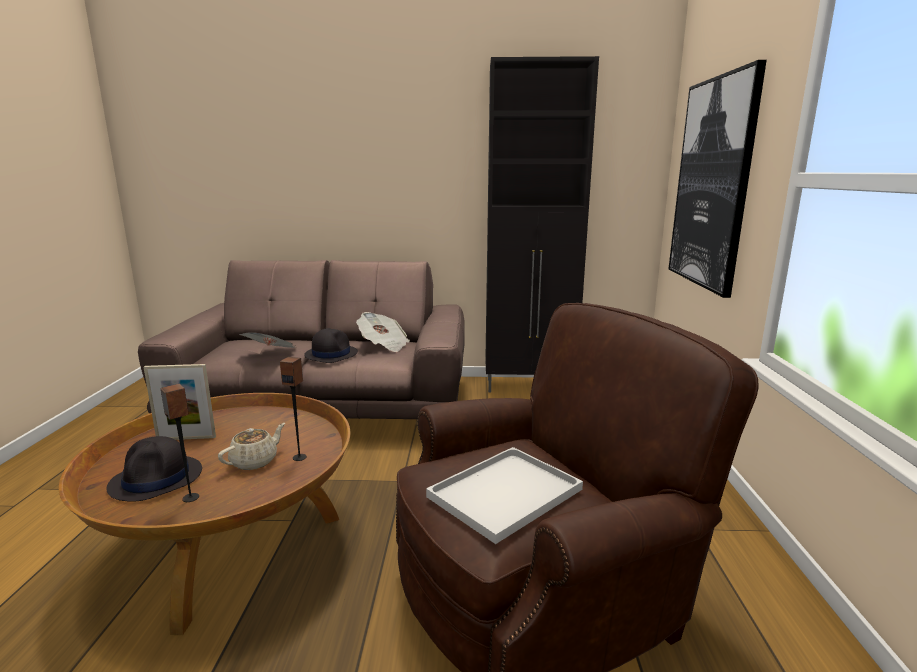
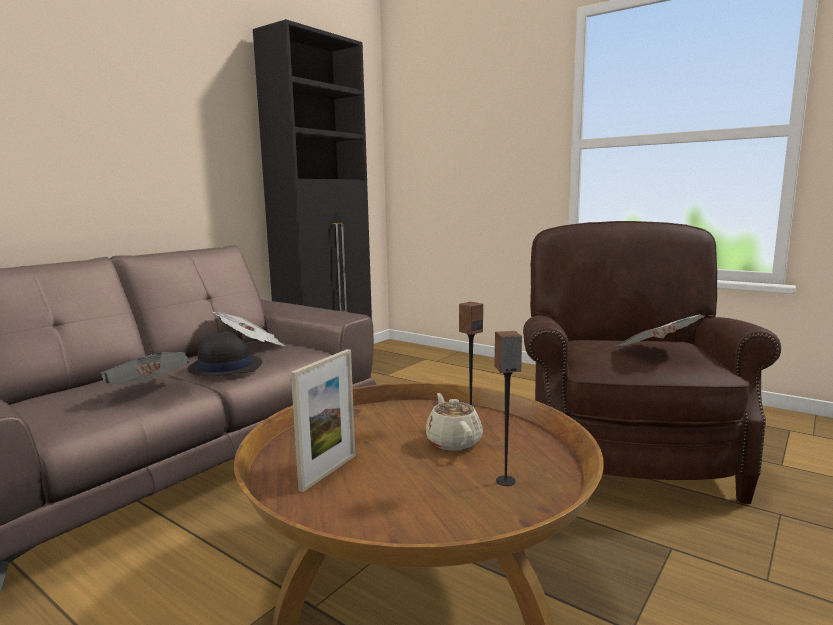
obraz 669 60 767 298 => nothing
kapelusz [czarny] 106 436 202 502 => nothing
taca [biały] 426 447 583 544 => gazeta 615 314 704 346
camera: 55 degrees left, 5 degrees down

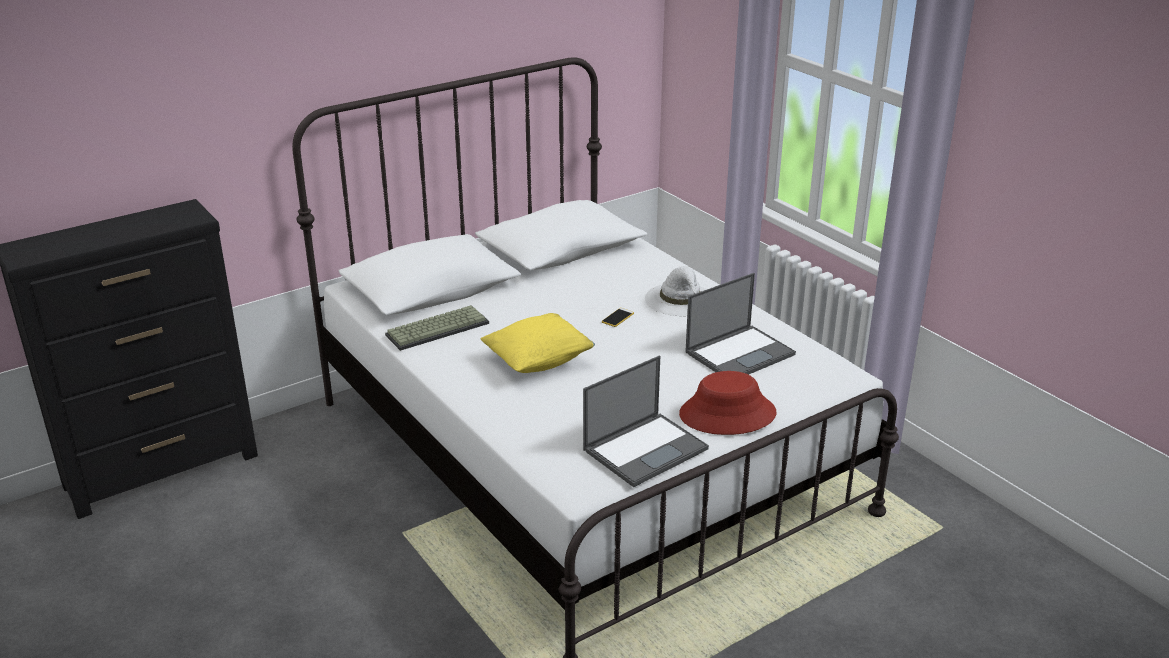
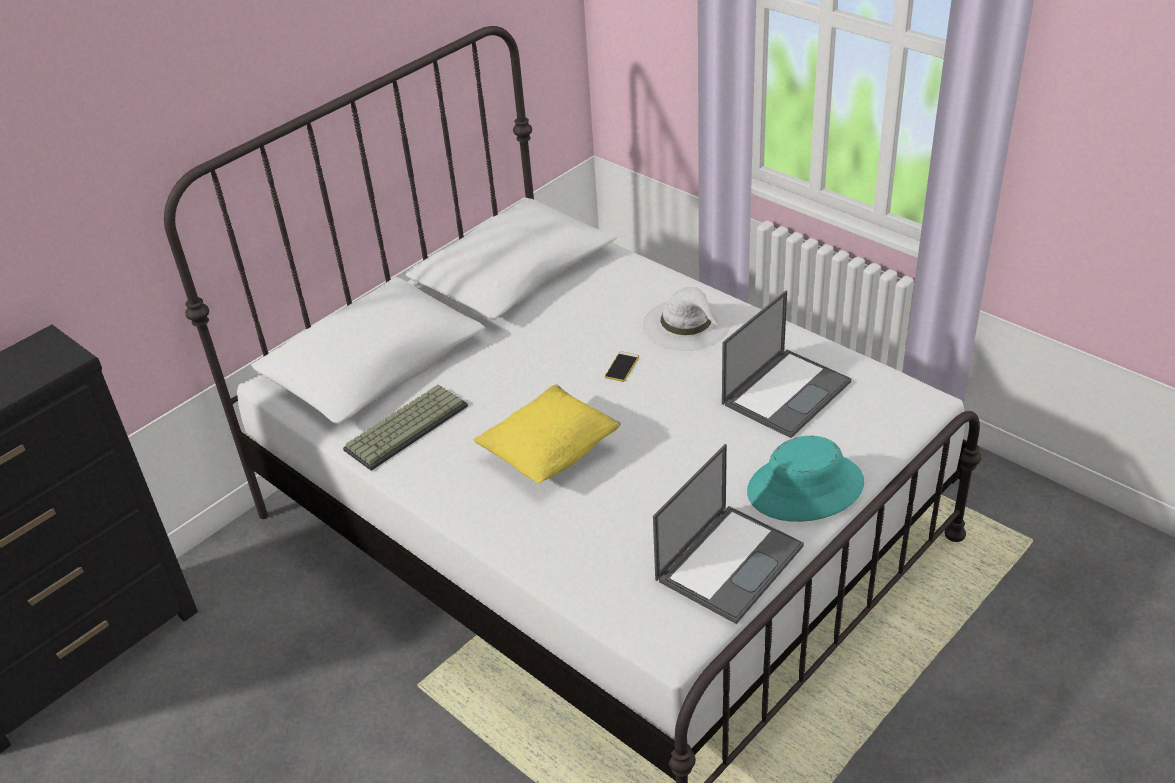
kapelusz [czerwony] 679 371 777 435 => kapelusz [turkusowy] 747 436 864 522
camera: 10 degrees left, 10 degrees up

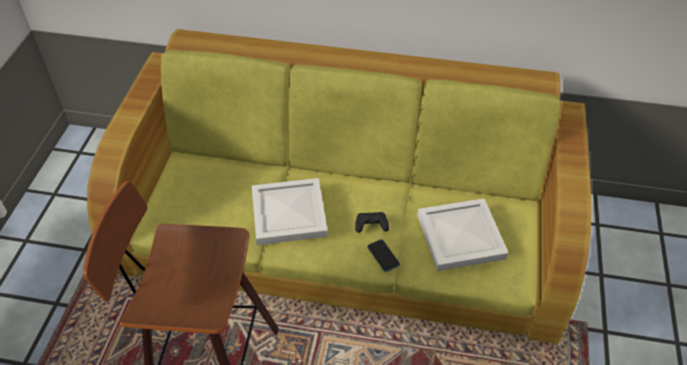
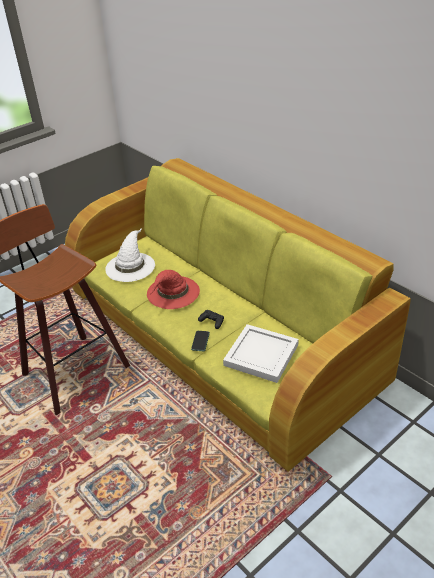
taca [biały] 252 178 328 245 => kapelusz [czerwony] 147 270 200 309
nothing => kapelusz [biały] 105 228 155 282
camera: 40 degrees right, 10 degrees down

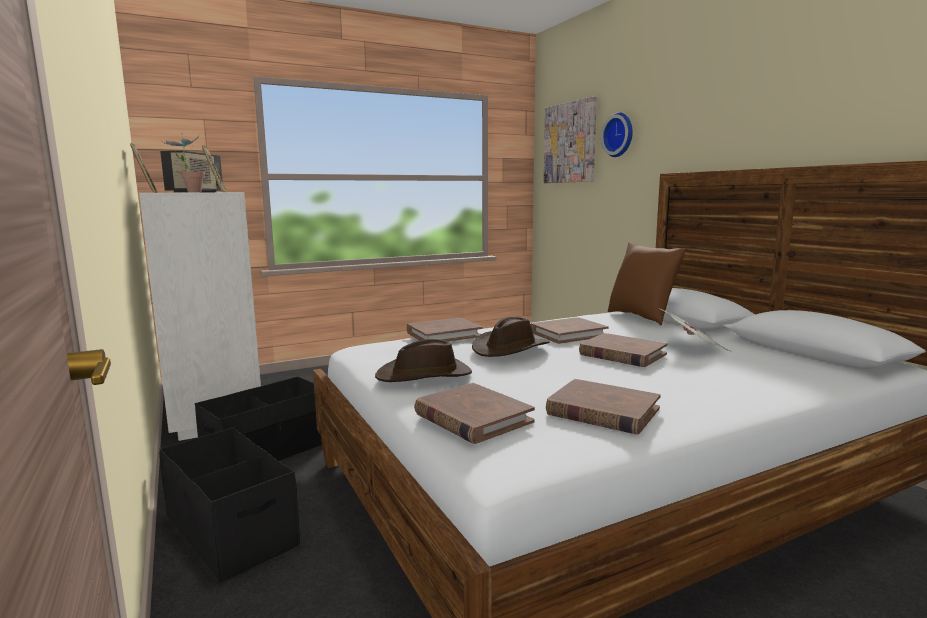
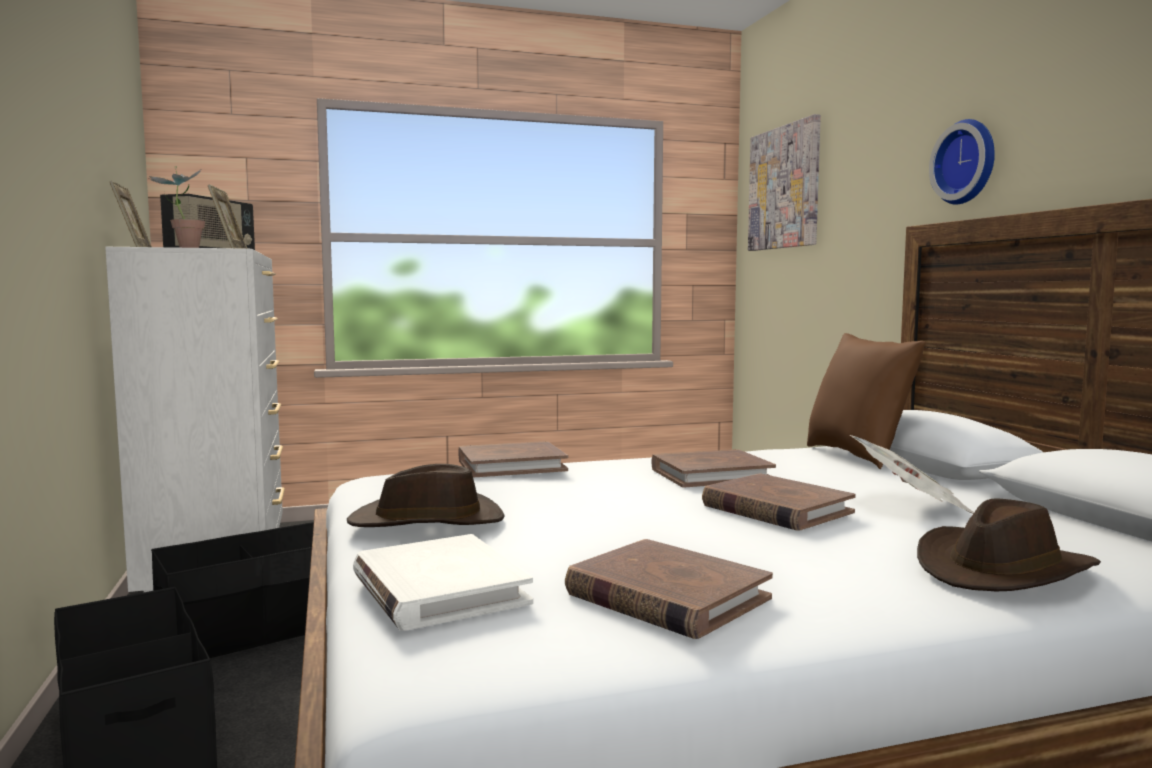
zegar ścienny 601 112 633 157 => zegar ścienny 929 119 995 205, relocated
kapelusz [brązowy] 472 317 550 357 => kapelusz [brązowy] 917 498 1101 591, relocated
książka [brązowy] 414 383 535 444 => książka [biały] 353 534 533 631
camera: 10 degrees right, 5 degrees down

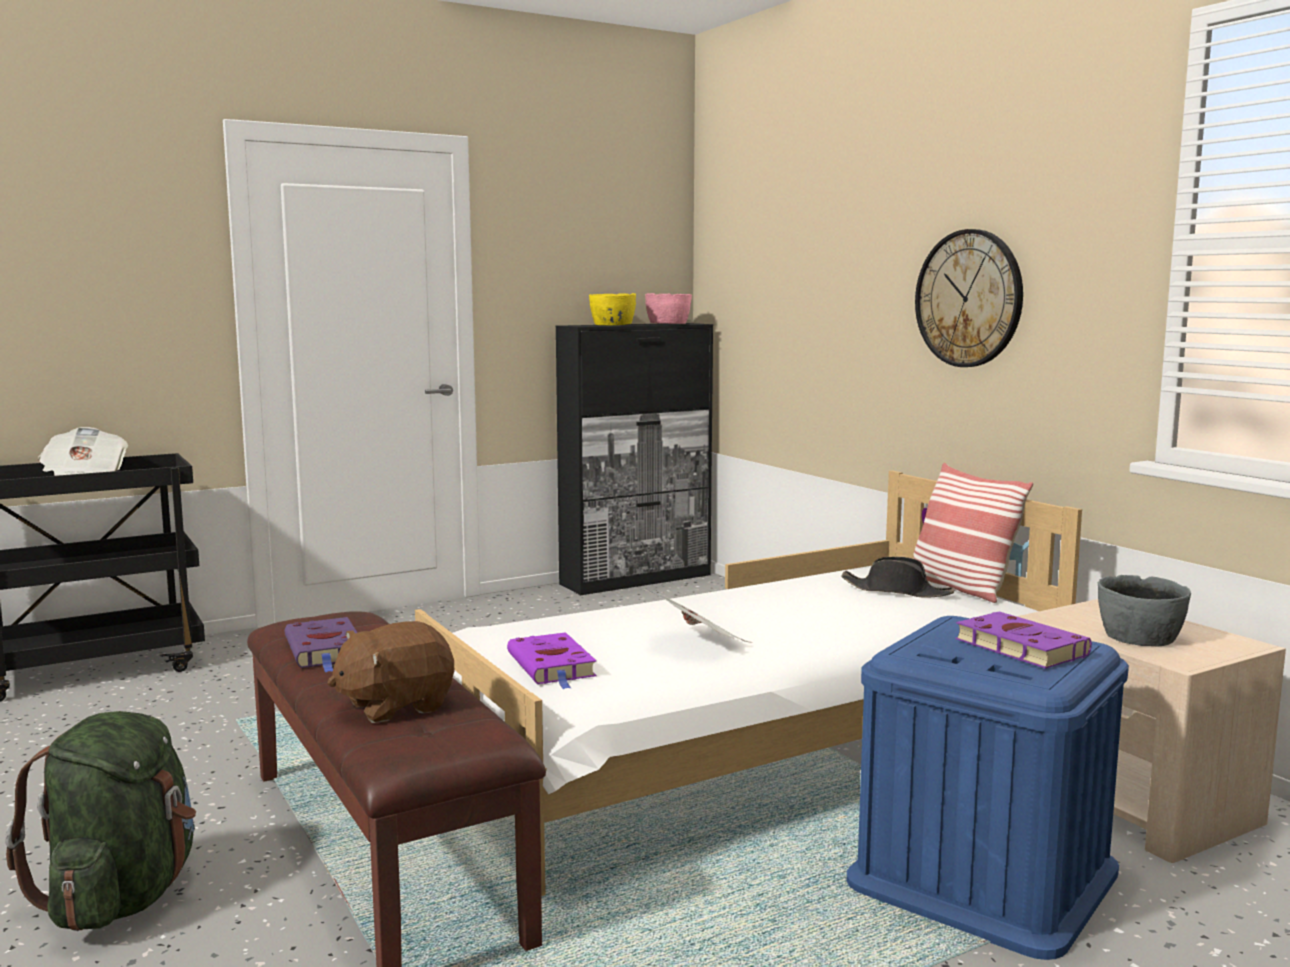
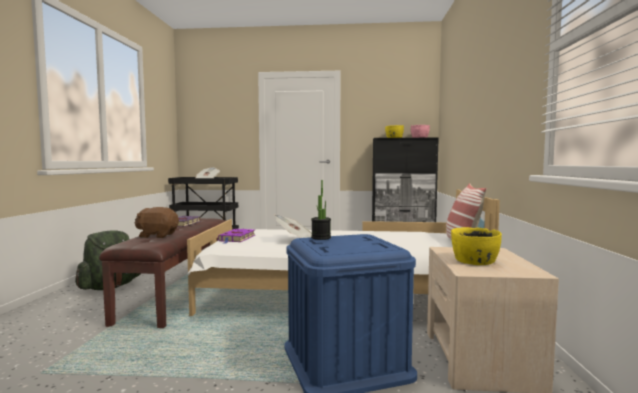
zegar ścienny 915 229 1023 367 => nothing
kapelusz [czarny] 841 557 954 598 => nothing
miska [szary] 1098 575 1191 646 => miska [żółty] 451 227 502 265
książka [fioletowy] 955 612 1092 669 => nothing
nothing => roślina doniczkowa 311 180 331 240
camera: 35 degrees right, 5 degrees down

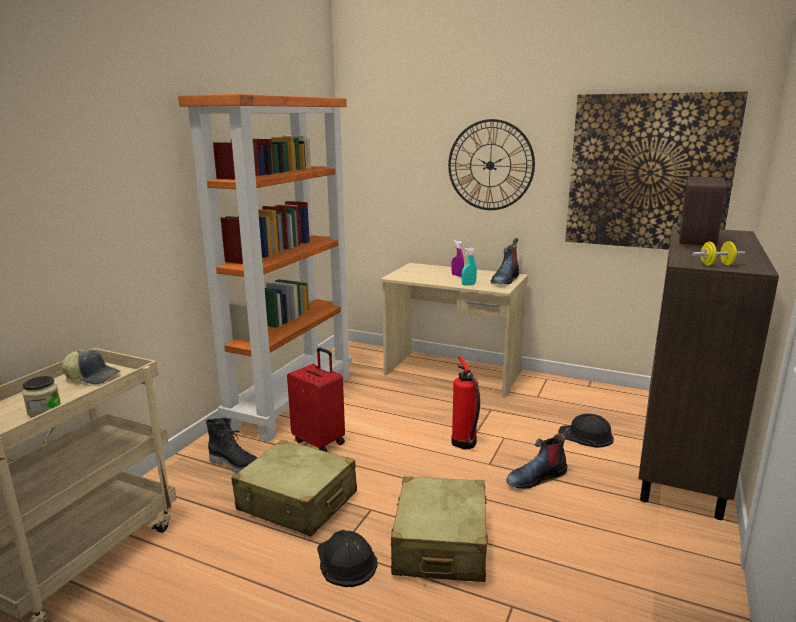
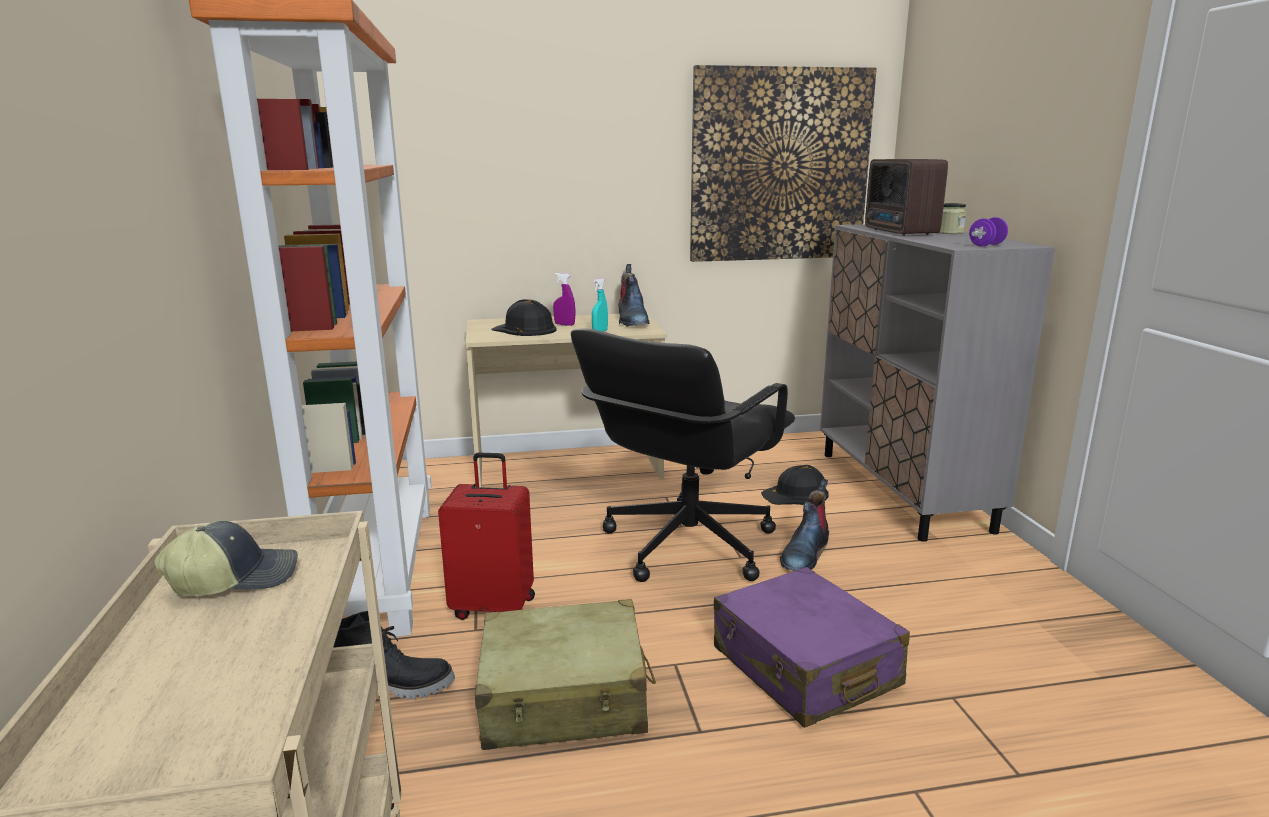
zegar ścienny 448 119 535 210 => nothing
szafka [brązowy] 638 226 779 520 => szafka [szary] 820 224 1055 542
hantel [żółty] 693 241 745 266 => hantel [fioletowy] 969 217 1008 246
gaśnica 451 356 480 450 => krzesło biurowe [czarny] 571 328 795 582
słoik 22 376 61 417 => słoik 939 203 966 234, relocated
walizka [beżowy] 391 477 488 582 => walizka [fioletowy] 714 567 910 728
kask [czarny] 317 530 377 587 => kask [czarny] 491 299 557 336, relocated
camera: 35 degrees left, 0 degrees up

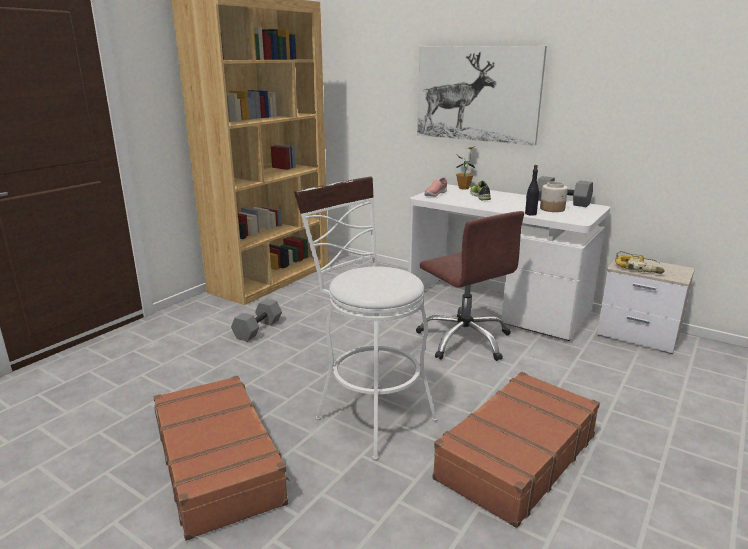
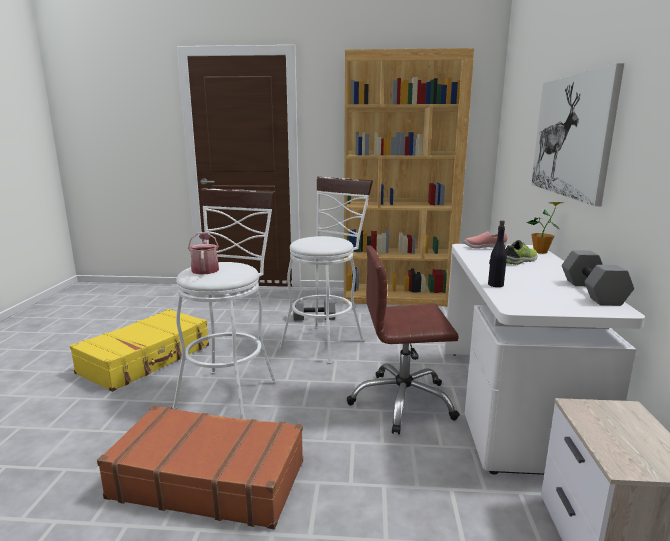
słoik 540 181 568 212 => nothing
krzesło biurowe [brązowy] 416 211 524 361 => krzesło biurowe [brązowy] 347 245 460 435, 60 degrees clockwise
wiertarka 615 251 665 274 => nothing
walizka [brązowy] 153 375 290 541 => walizka [żółty] 70 309 209 392
nothing => stołek [biały] 280 177 373 364
nothing => konewka 188 232 219 275
camera: 60 degrees right, 5 degrees down

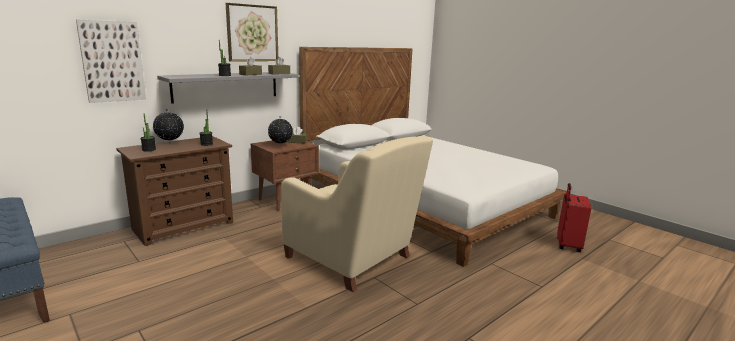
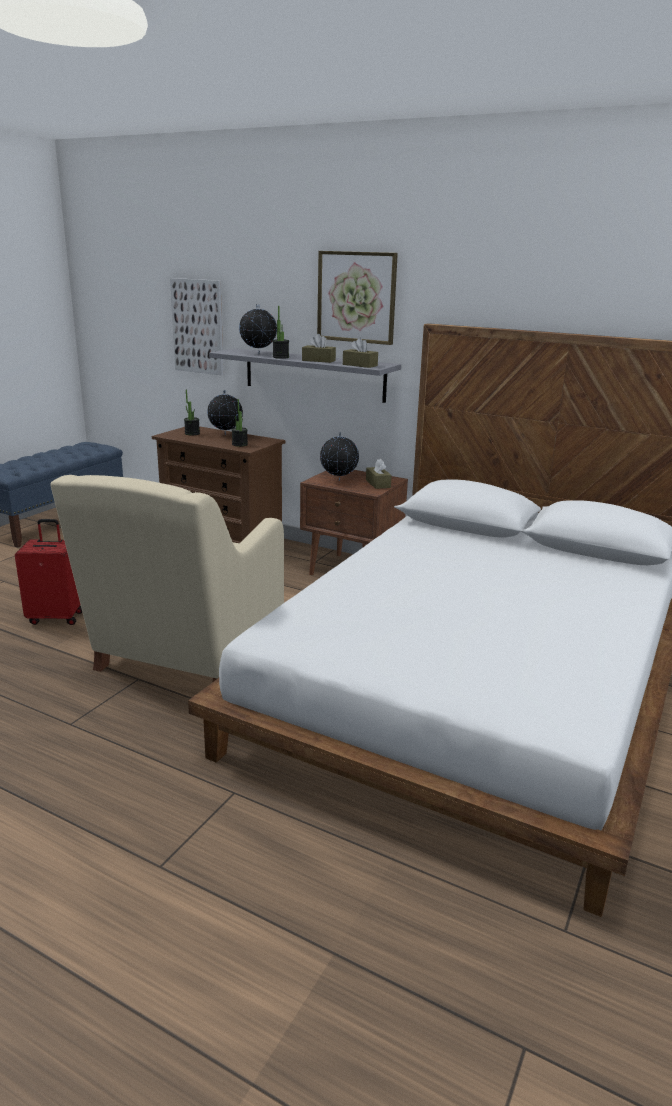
walizka [czerwony] 557 183 592 252 => walizka [czerwony] 15 519 82 625, relocated
nothing => globus 239 304 277 354
camera: 70 degrees right, 5 degrees up

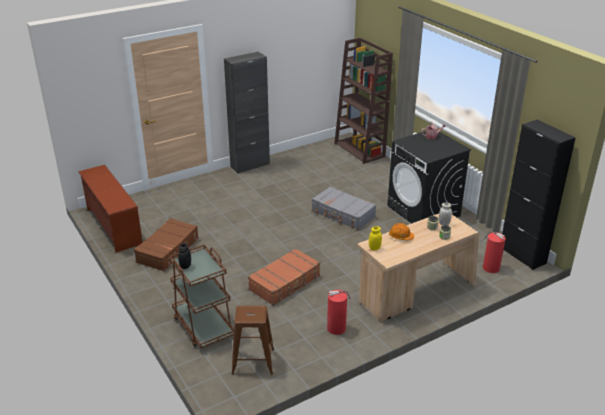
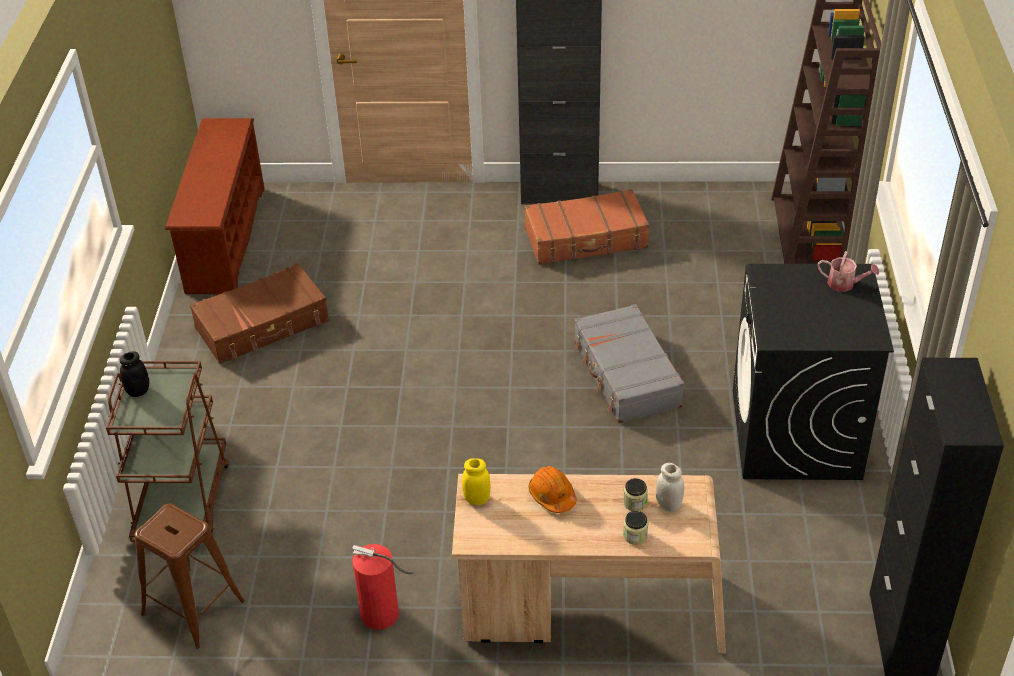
gaśnica 479 231 506 273 => nothing
walizka [brązowy] 248 248 320 306 => walizka [brązowy] 524 189 649 265, relocated
camera: 35 degrees right, 10 degrees up

